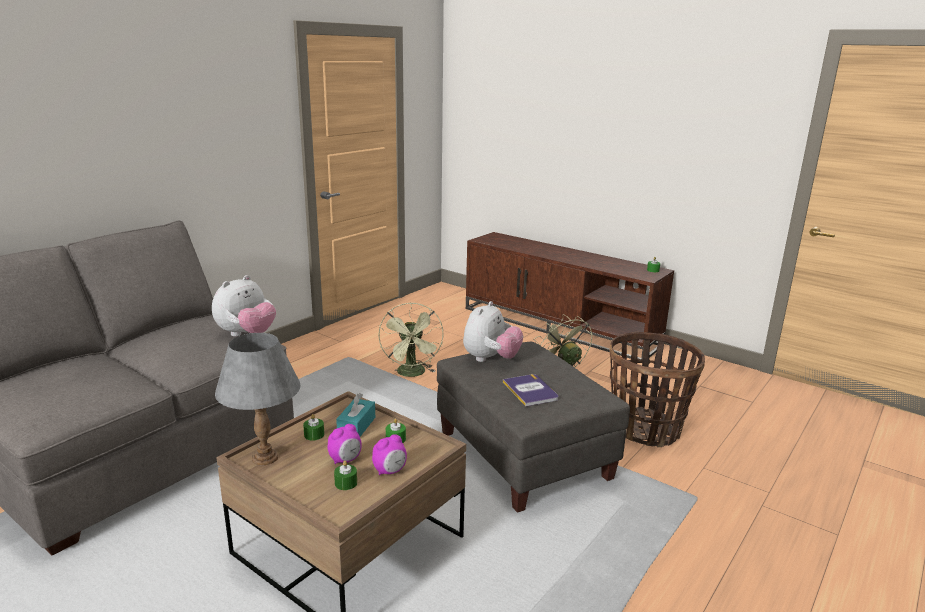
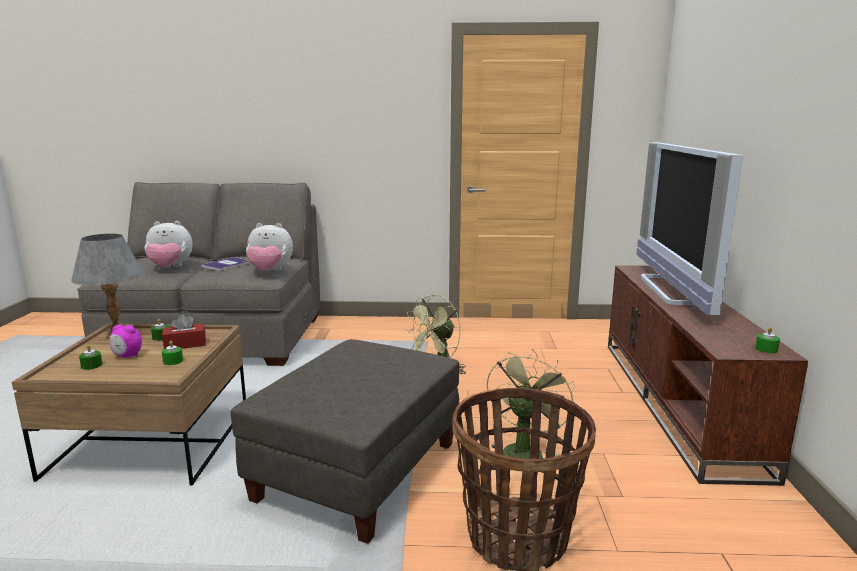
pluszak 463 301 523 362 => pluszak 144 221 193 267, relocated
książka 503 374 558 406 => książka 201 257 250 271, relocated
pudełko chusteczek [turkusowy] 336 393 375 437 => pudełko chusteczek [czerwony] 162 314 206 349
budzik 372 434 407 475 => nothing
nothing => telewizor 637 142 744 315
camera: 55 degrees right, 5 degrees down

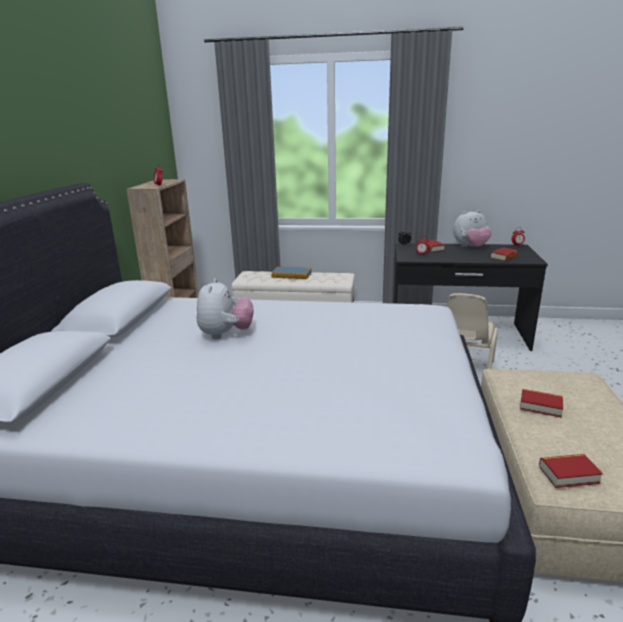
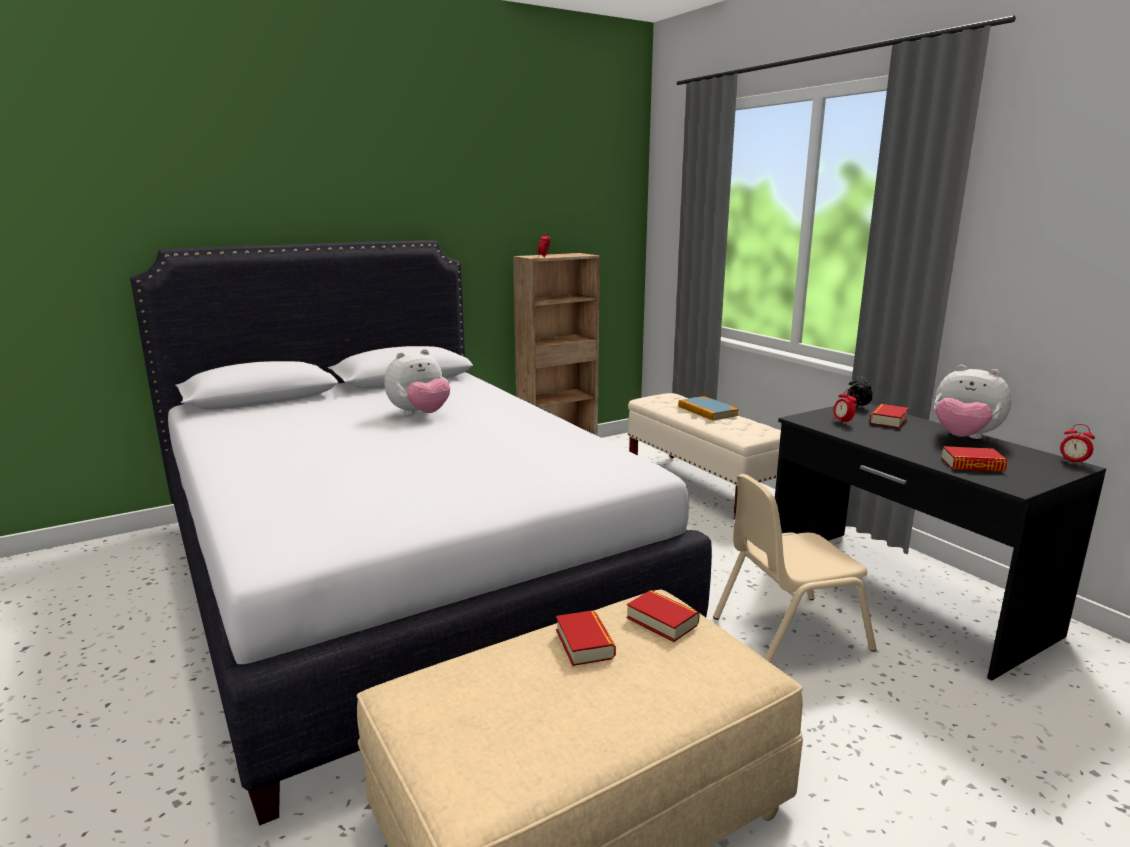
książka 539 454 603 488 => książka 626 590 700 642, relocated
camera: 50 degrees right, 5 degrees down

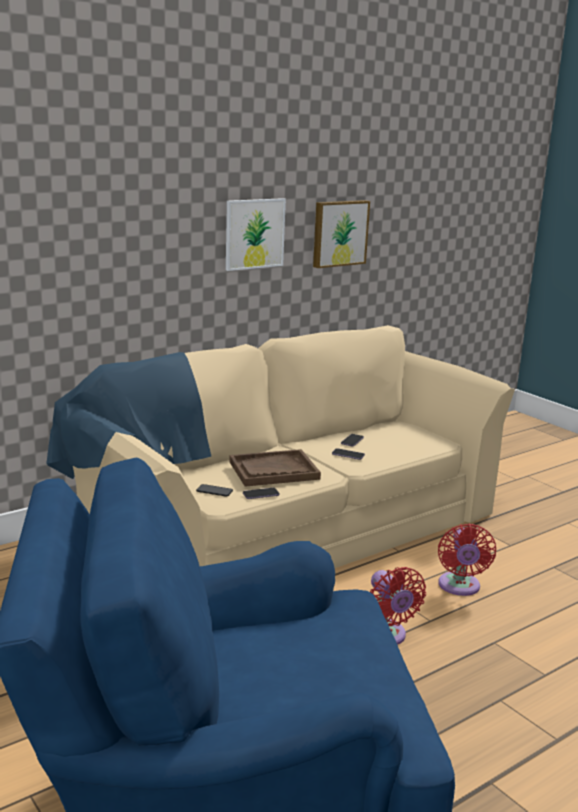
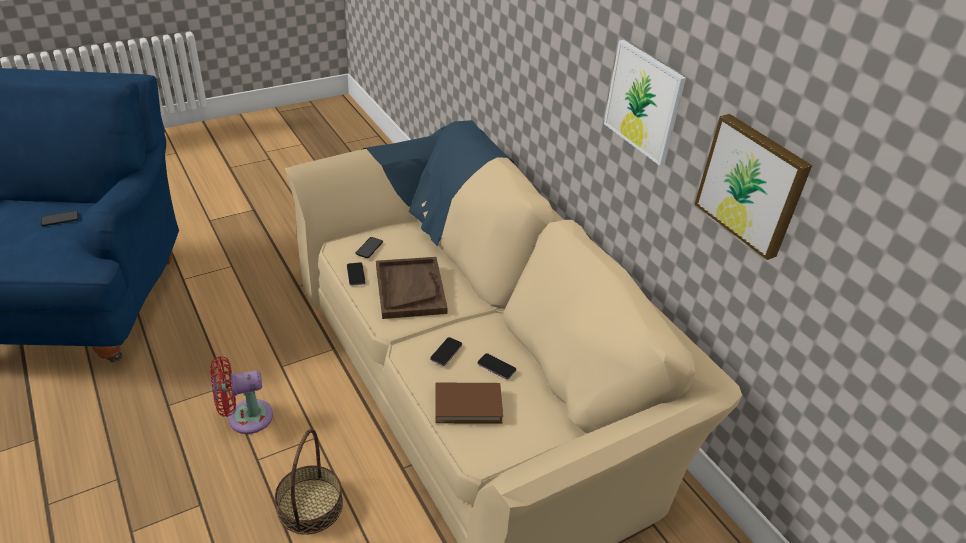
wentylator [czerwony] 438 524 496 596 => koszyk 275 429 343 535
nothing => telefon 41 211 78 226
nothing => książka [brązowy] 435 383 503 423
camera: 95 degrees right, 20 degrees up

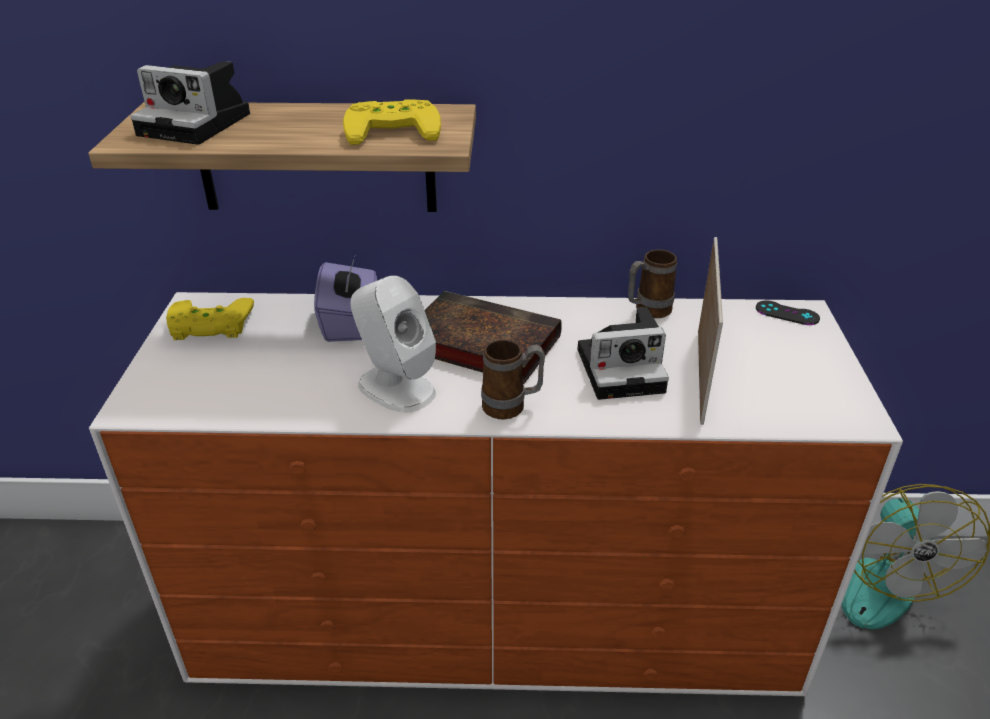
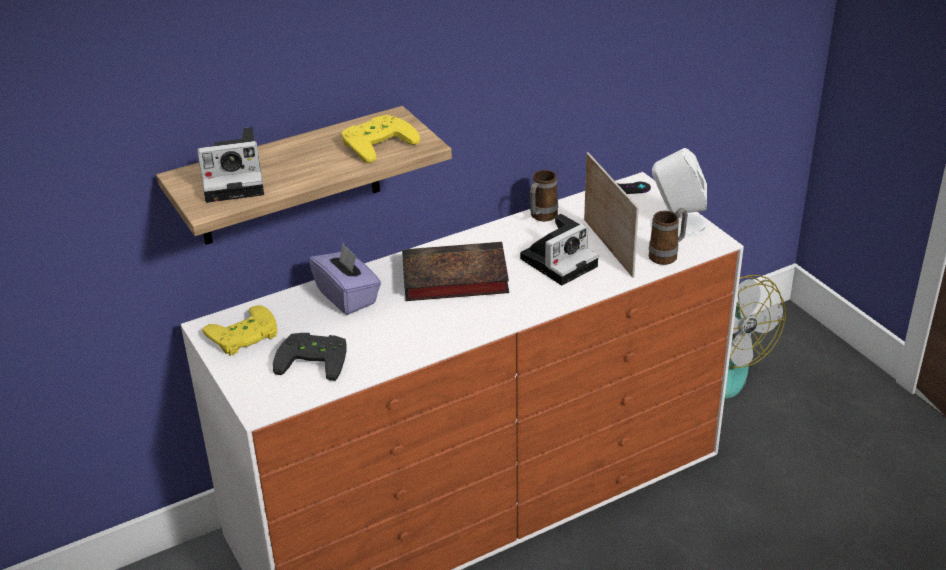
głośnik [biały] 351 276 436 413 => głośnik [biały] 650 148 707 236, relocated
kubek 481 340 545 419 => kubek 649 208 688 265, relocated
nothing => pad do gier [czarny] 273 333 347 381
camera: 30 degrees left, 0 degrees up

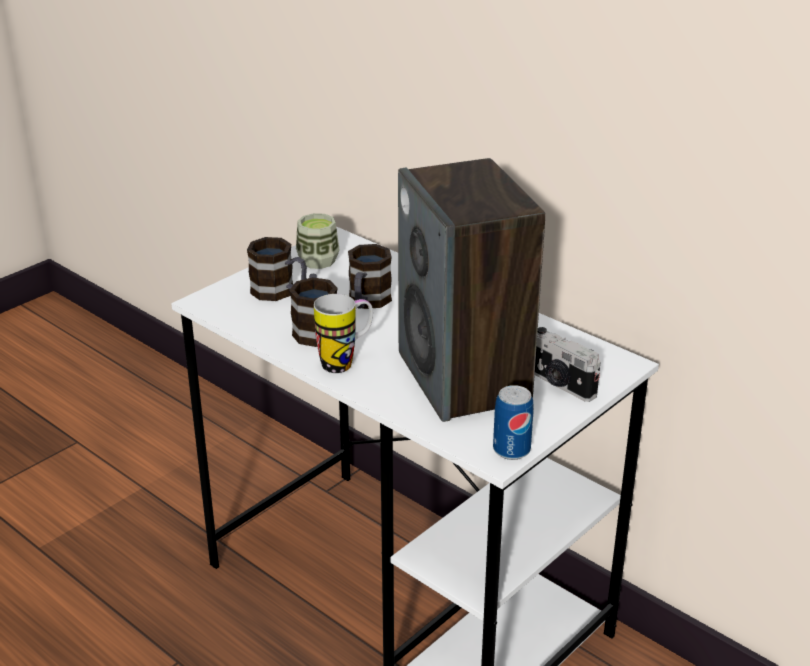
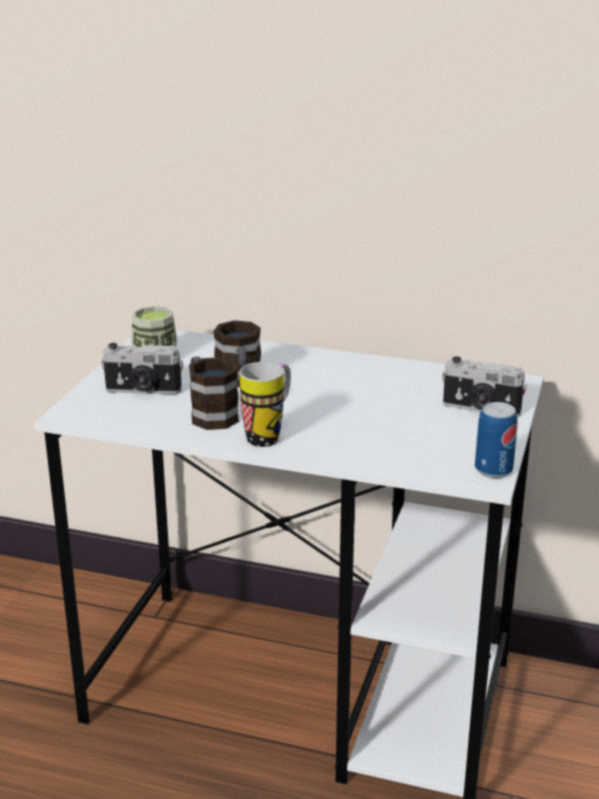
głośnik 398 158 545 422 => nothing
kubek 247 237 307 301 => aparat fotograficzny 101 343 183 394
camera: 25 degrees left, 5 degrees down

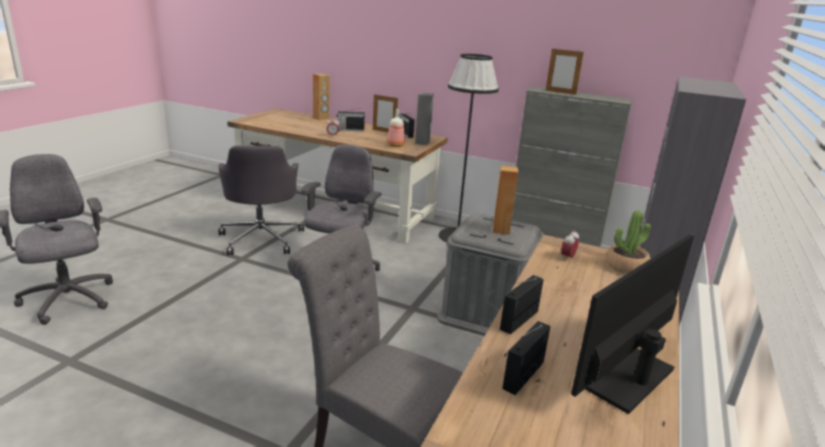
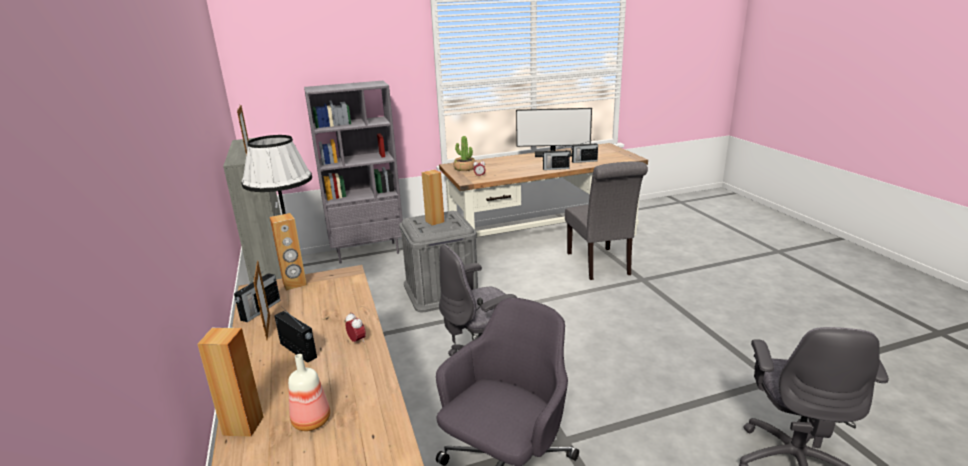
głośnik [szary] 415 92 434 145 => głośnik [brązowy] 270 213 307 291
butelka 387 109 405 147 => butelka 288 354 330 431, relocated
camera: 130 degrees left, 0 degrees up

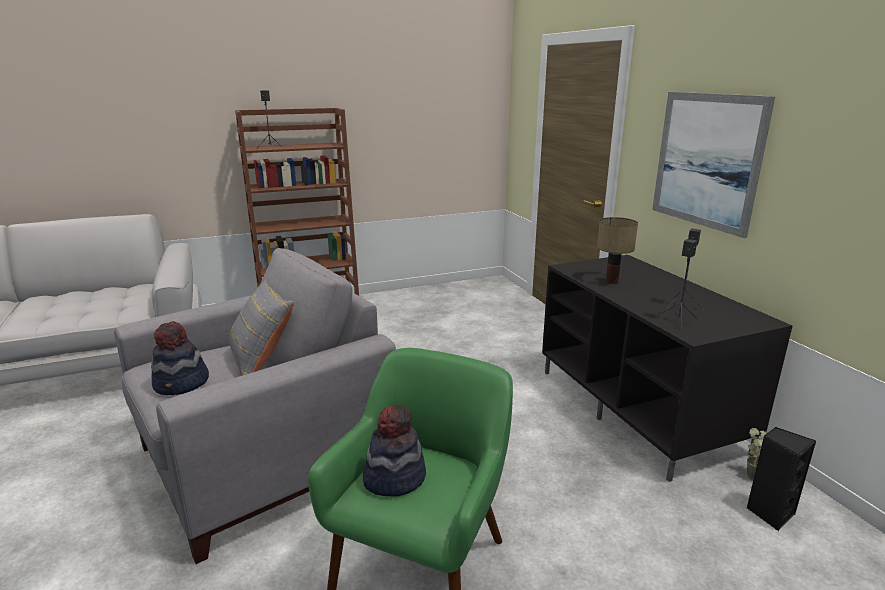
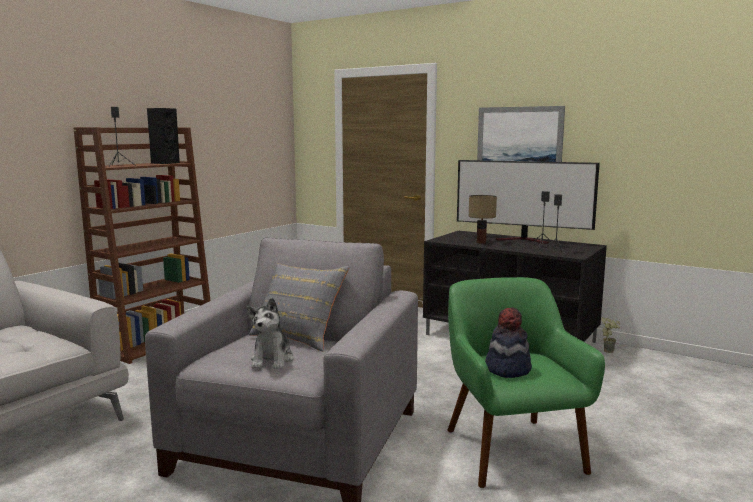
kapelusz 151 321 209 395 => pluszak 247 298 294 369
głośnik [czarny] 746 427 816 531 => głośnik [czarny] 147 108 180 164, relocated
nothing => telewizor 457 160 600 244
camera: 35 degrees left, 10 degrees down

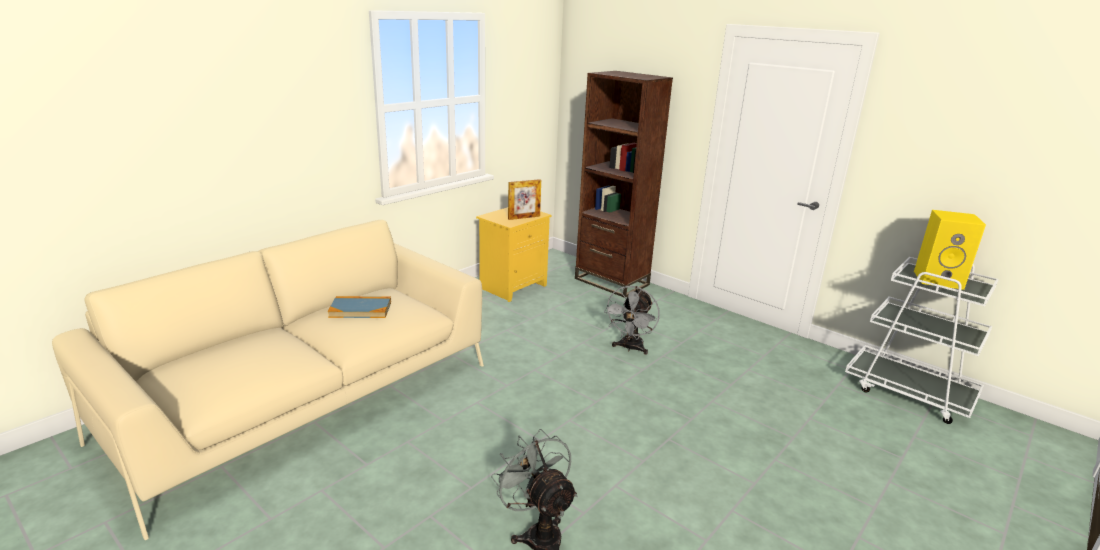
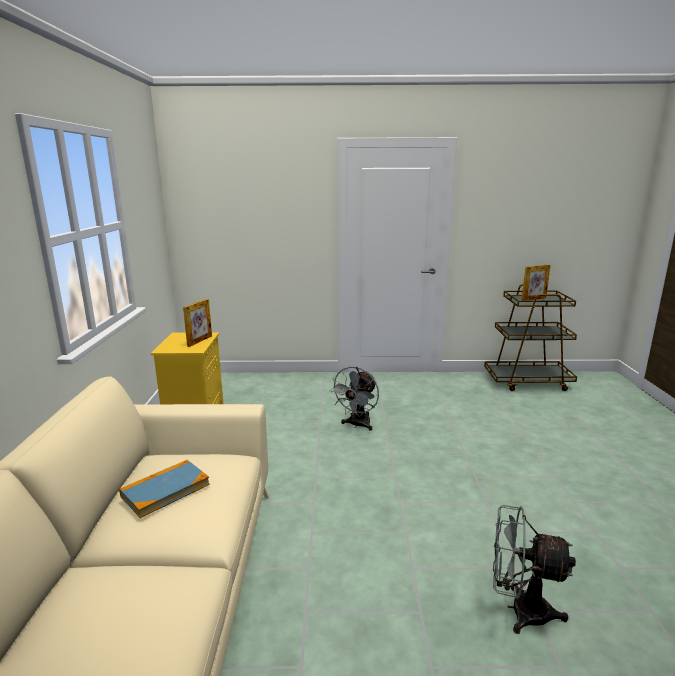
regał [brązowy] 575 71 673 298 => nothing
głośnik [żółty] 914 210 986 290 => ramka na zdjęcie 522 264 551 301
wózek [biały] 845 257 999 424 => wózek [brązowy] 484 284 577 391
wentylator [szary] 604 286 660 355 => wentylator [szary] 330 367 379 431, 45 degrees clockwise
camera: 40 degrees left, 5 degrees down

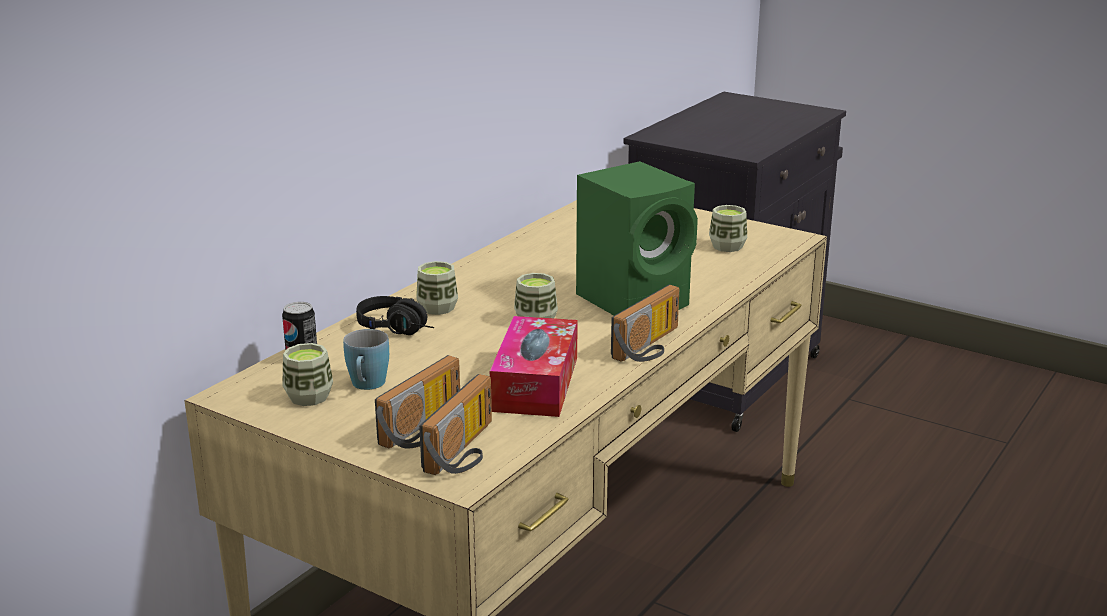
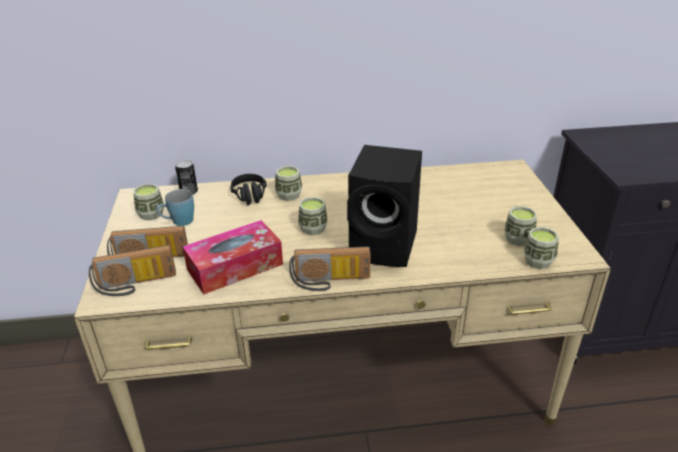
głośnik [zielony] 576 161 698 315 => głośnik [czarny] 347 145 422 267
nothing => filiżanka 523 227 559 269
camera: 50 degrees right, 10 degrees up

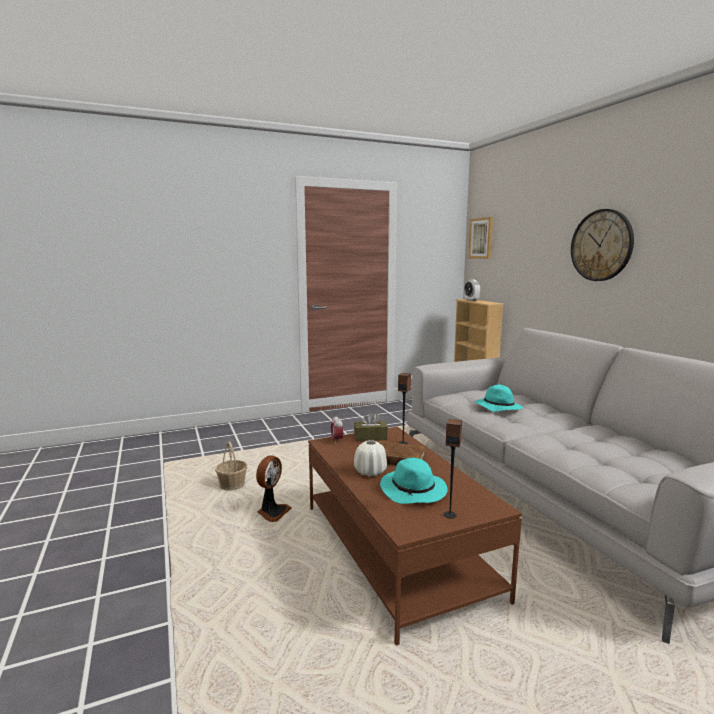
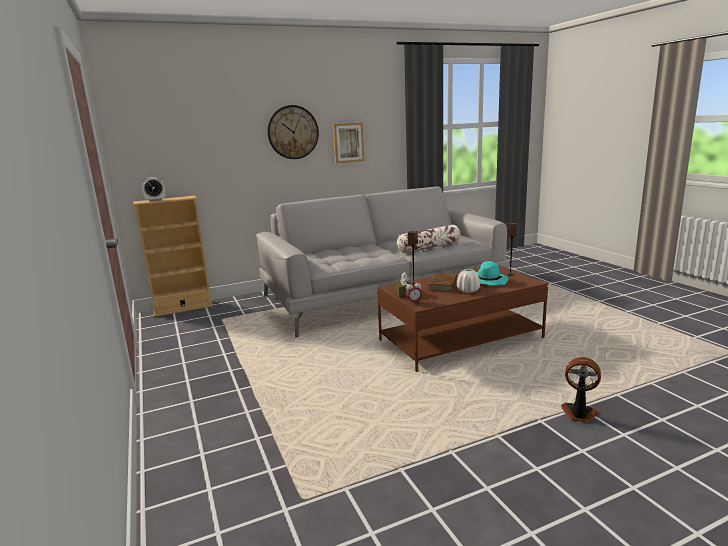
obraz 468 217 493 259 => obraz 333 123 364 163, relocated
kapelusz [turkusowy] 475 385 523 412 => nothing
koszyk 215 442 247 491 => nothing
wentylator 256 456 291 522 => wentylator 561 357 601 422, relocated
nothing => poduszka 397 225 461 253
camera: 90 degrees left, 5 degrees up

